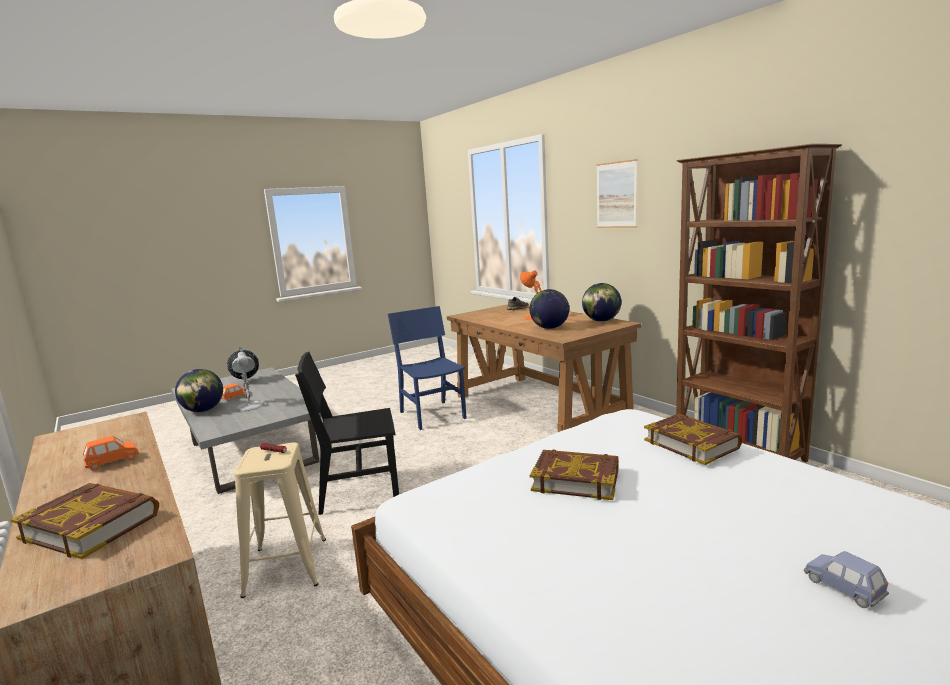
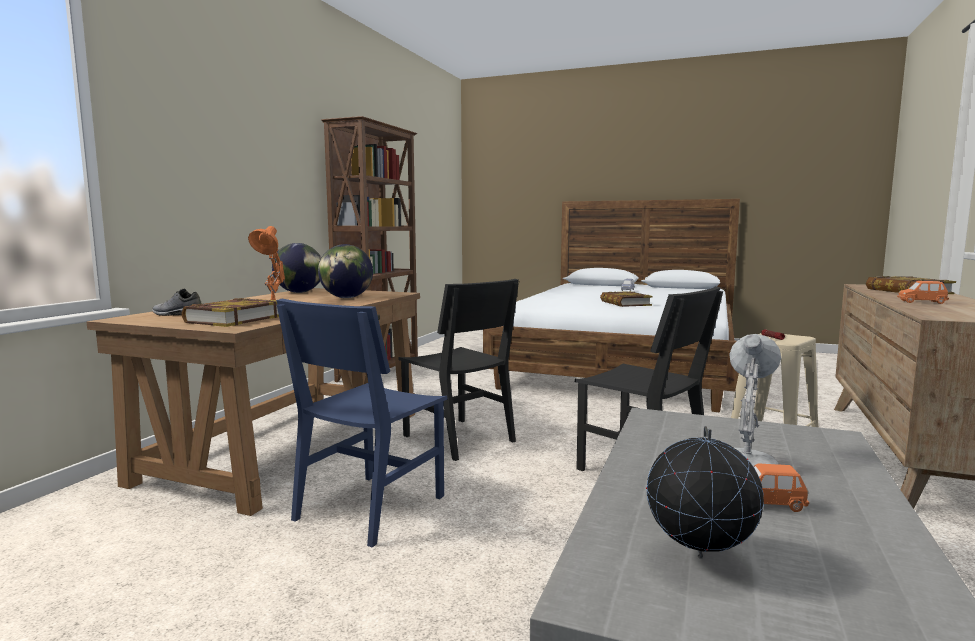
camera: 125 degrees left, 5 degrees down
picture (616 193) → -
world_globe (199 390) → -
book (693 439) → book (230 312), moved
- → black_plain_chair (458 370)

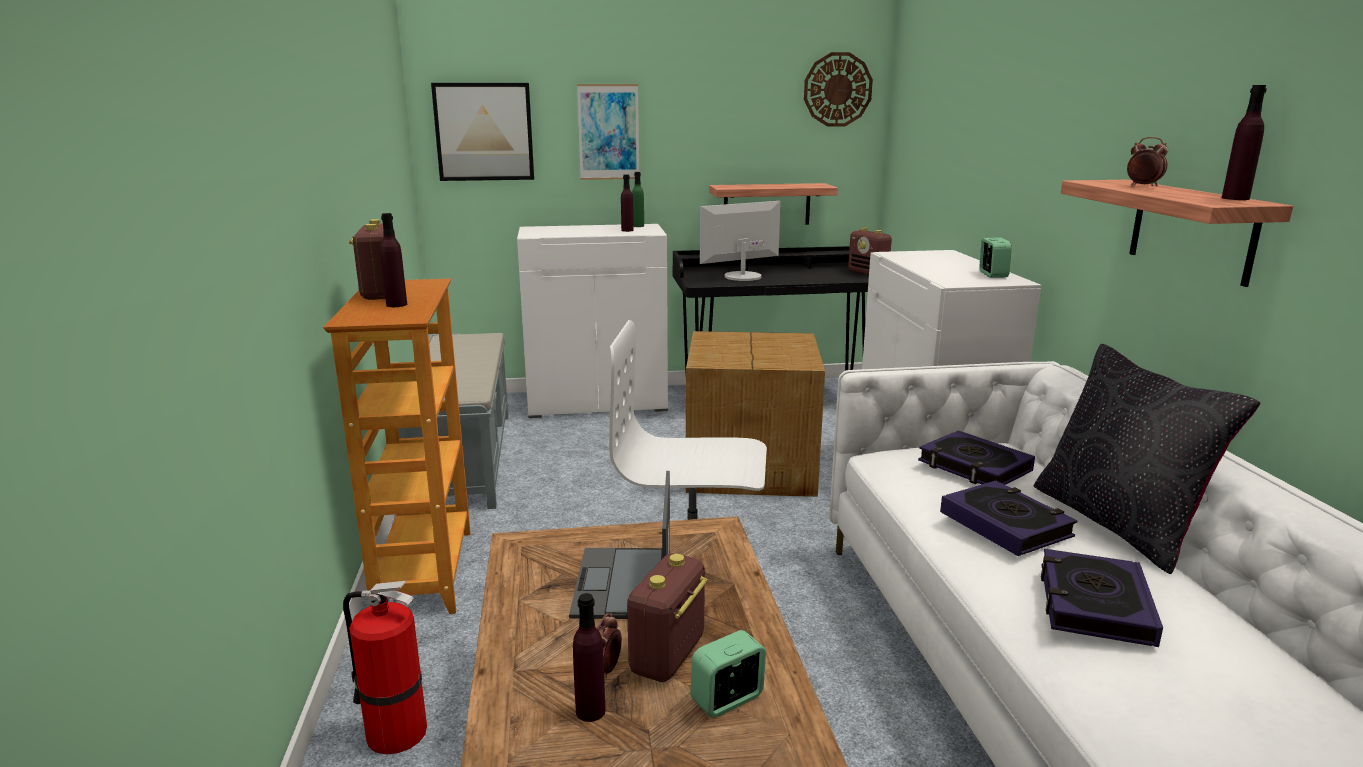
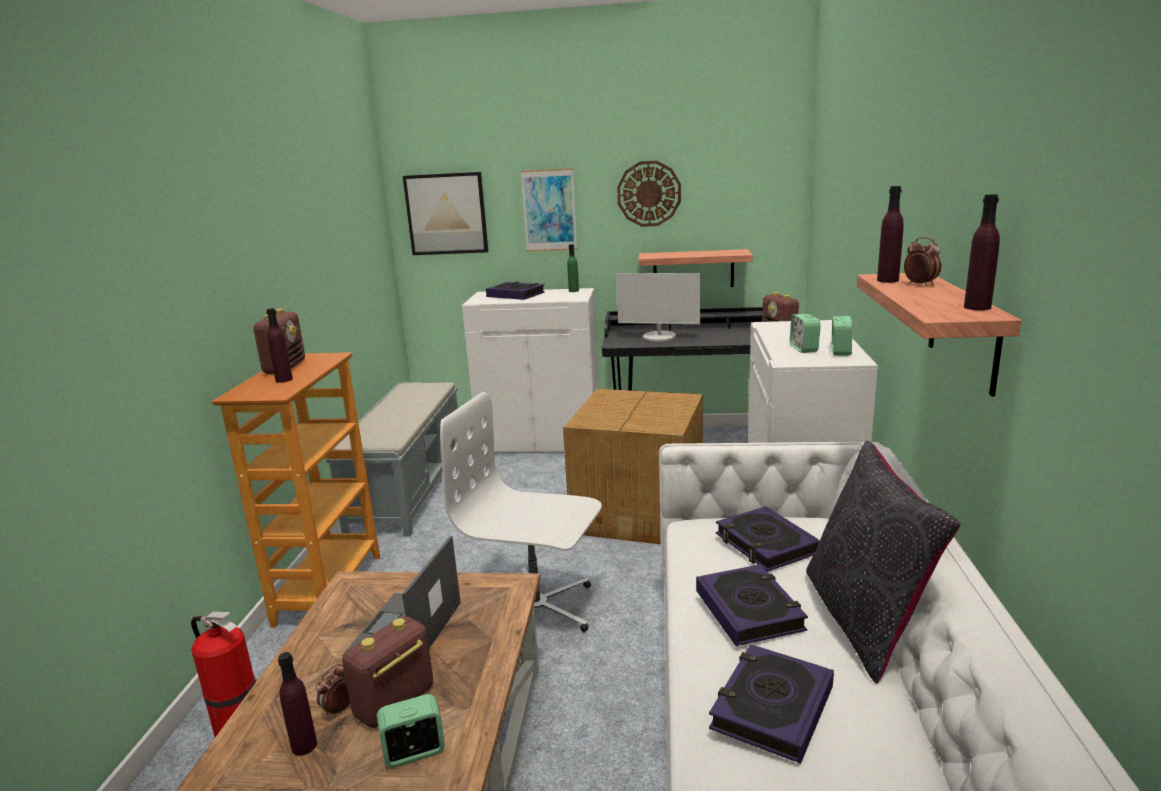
camera: 15 degrees right, 0 degrees up
wall_clock (838 89) → wall_clock (649 194), moved
purplish_bottle (627 203) → purplish_bottle (890 234), moved
computer_screen (740 241) → computer_screen (658 307), 150 degrees counterclockwise
- → book (515 291)
- → alarm_clock (805 333)

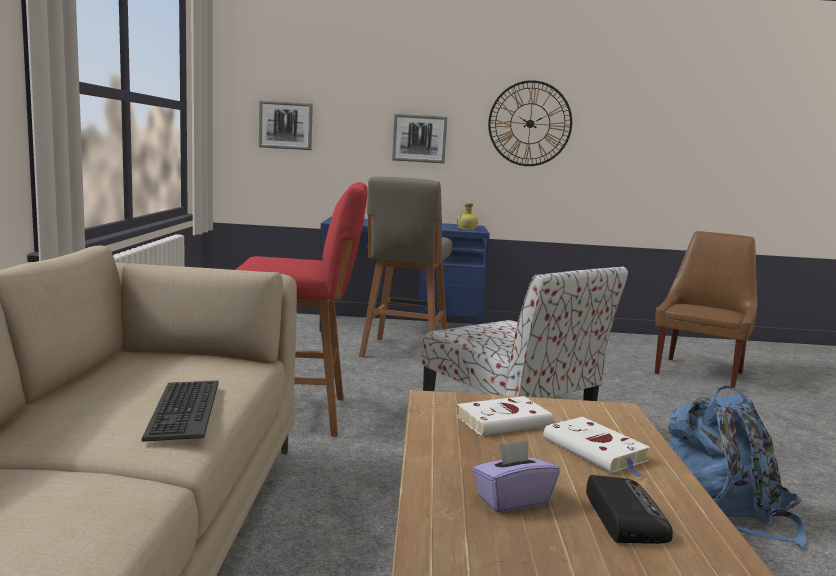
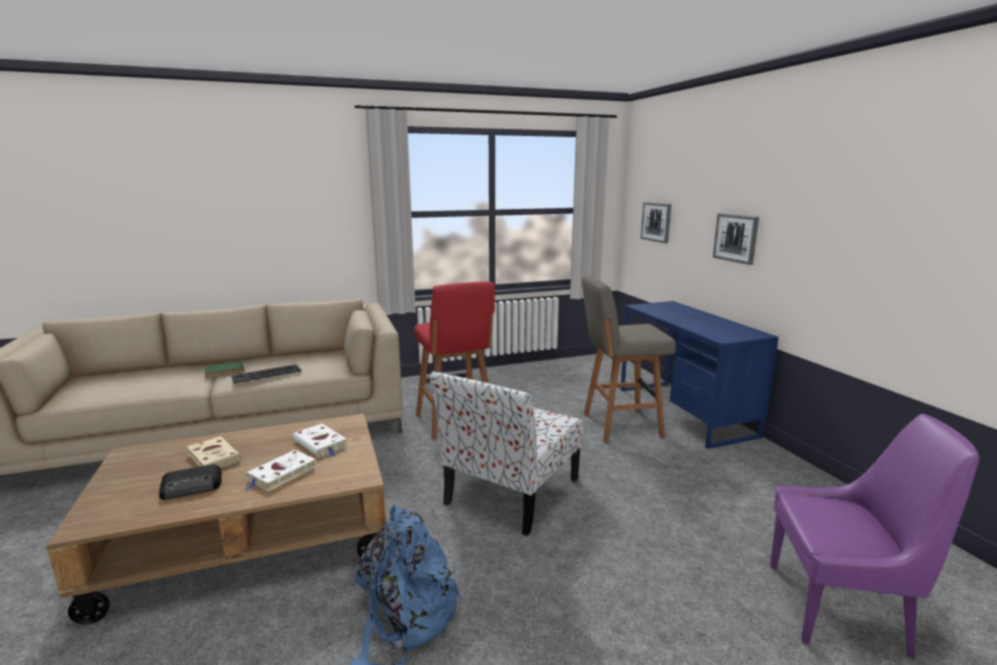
camera: 70 degrees right, 5 degrees up
wall_clock (530 123) → -
bottle (467 216) → -
brown-coloured_plain_chair (706 310) → purplish_plain_chair (874 536)
purplish_box_of_tissues (516 476) → sand-coloured_book (214 452)
- → green_book (224 369)

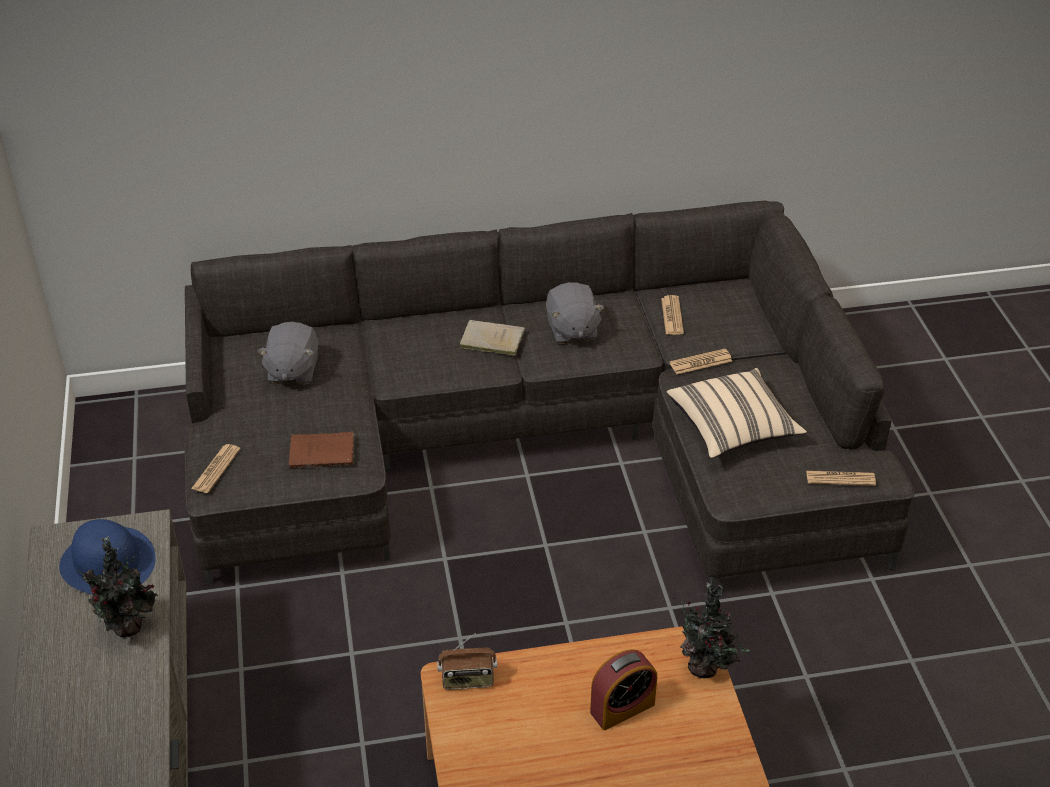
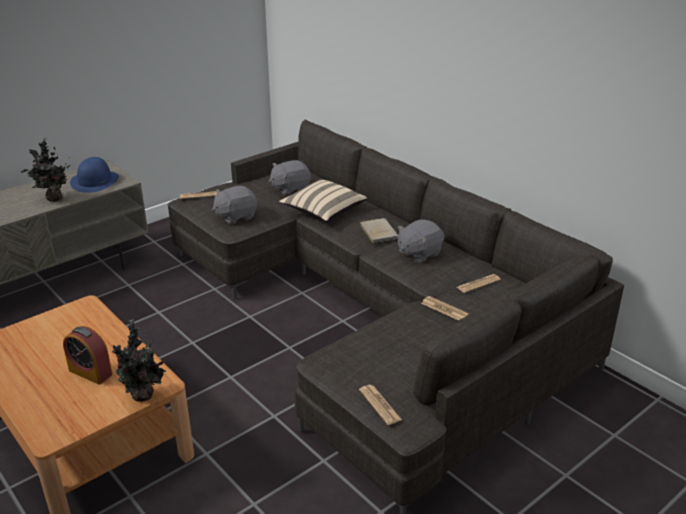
camera: 60 degrees right, 10 degrees down
sand-coloured_throw_pillow (737 413) → sand-coloured_throw_pillow (323 200), moved
brown-coloured_book (322 450) → grey_soft_toy (234 205)
radio (467 661) → -

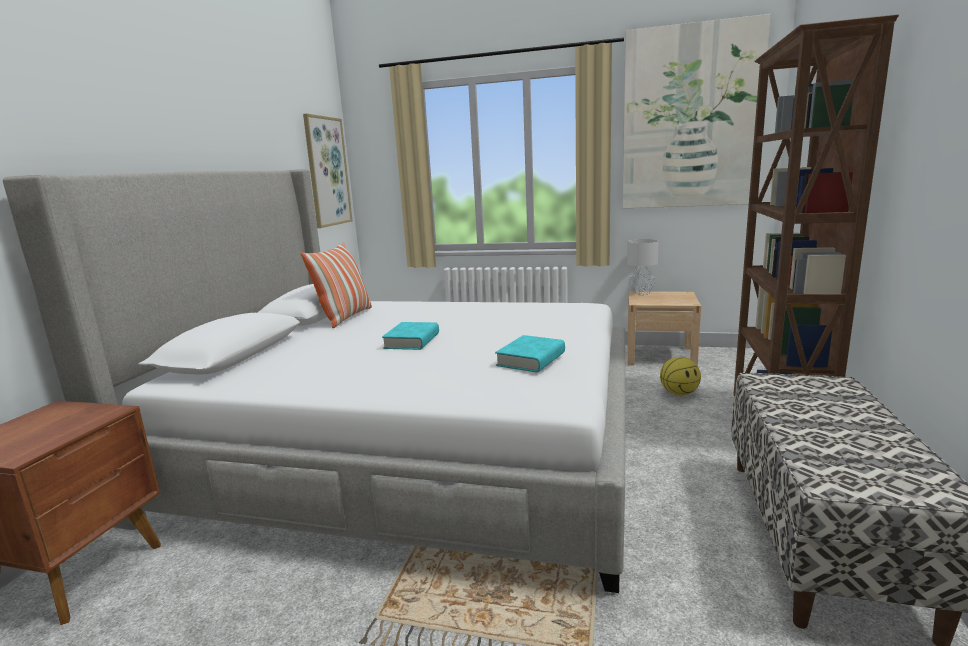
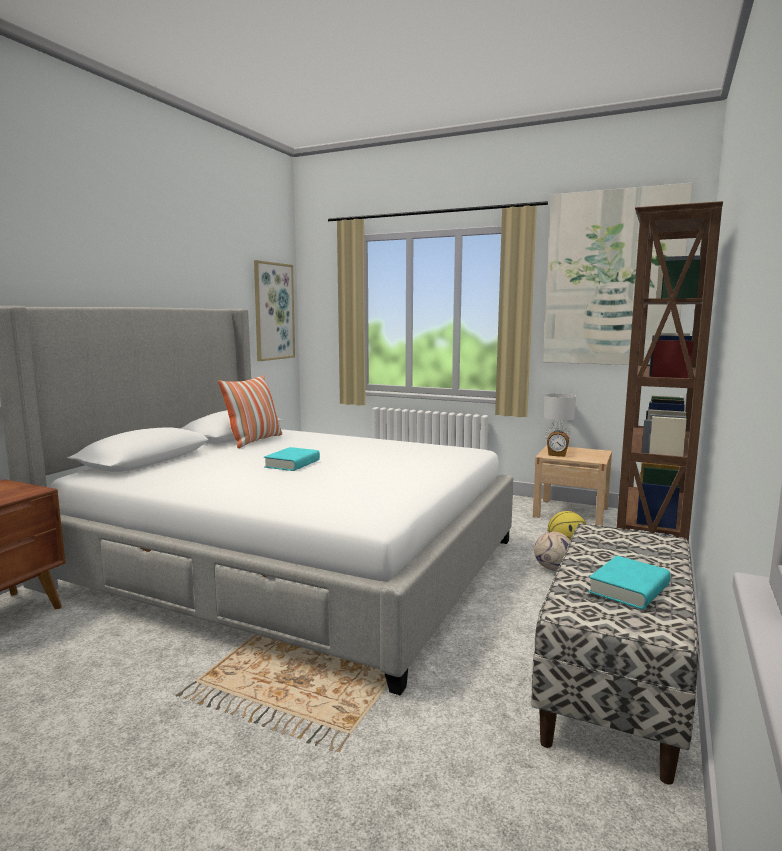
camera: 10 degrees right, 5 degrees down
turquoise_book (530 353) → turquoise_book (629 582), moved
- → alarm_clock (558 443)
- → football_ball (552 550)

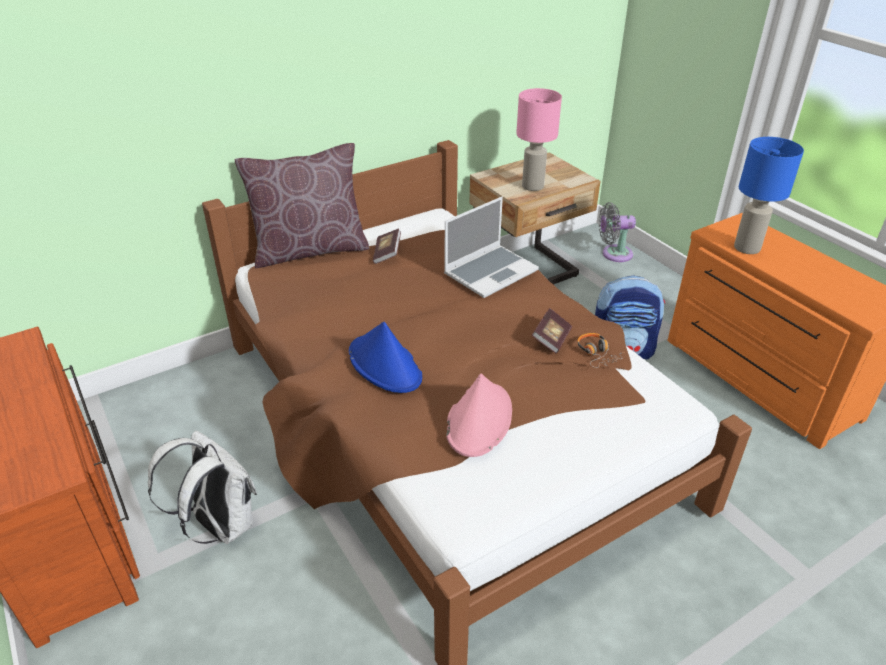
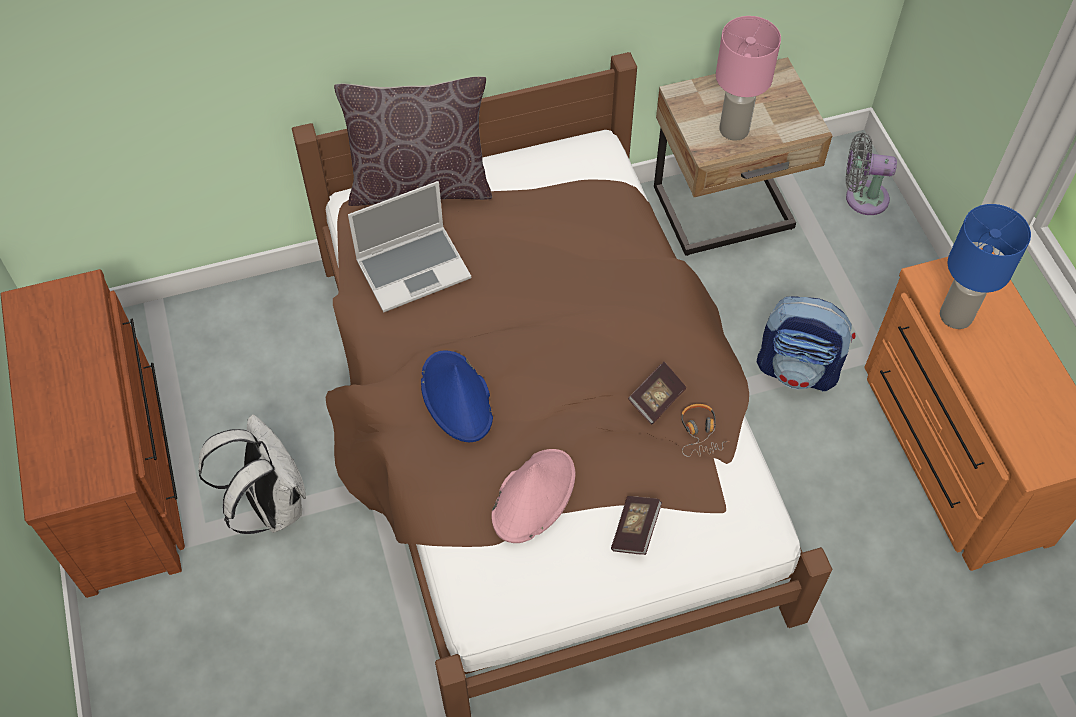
camera: 15 degrees right, 20 degrees up
portable_computer (491 247) → portable_computer (409 246), moved
book (387 246) → book (636 525), moved

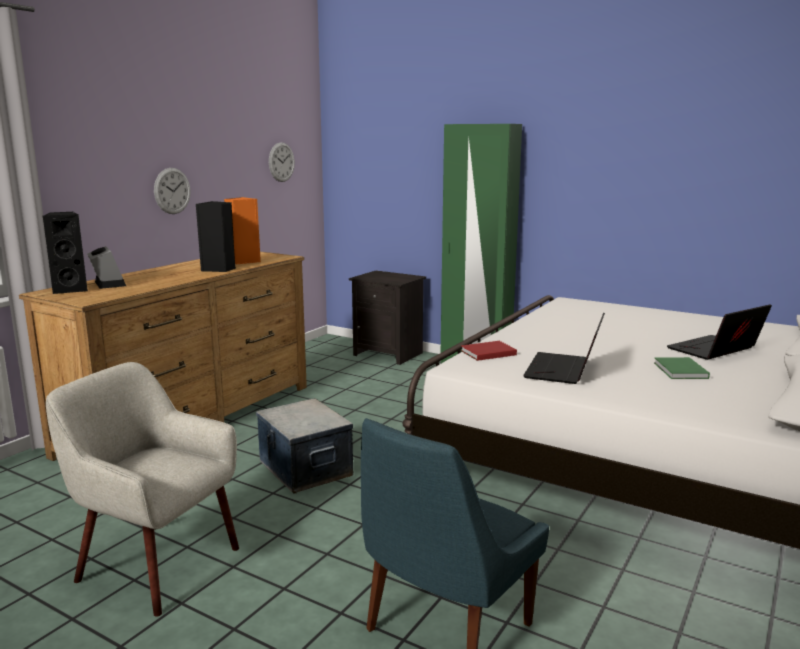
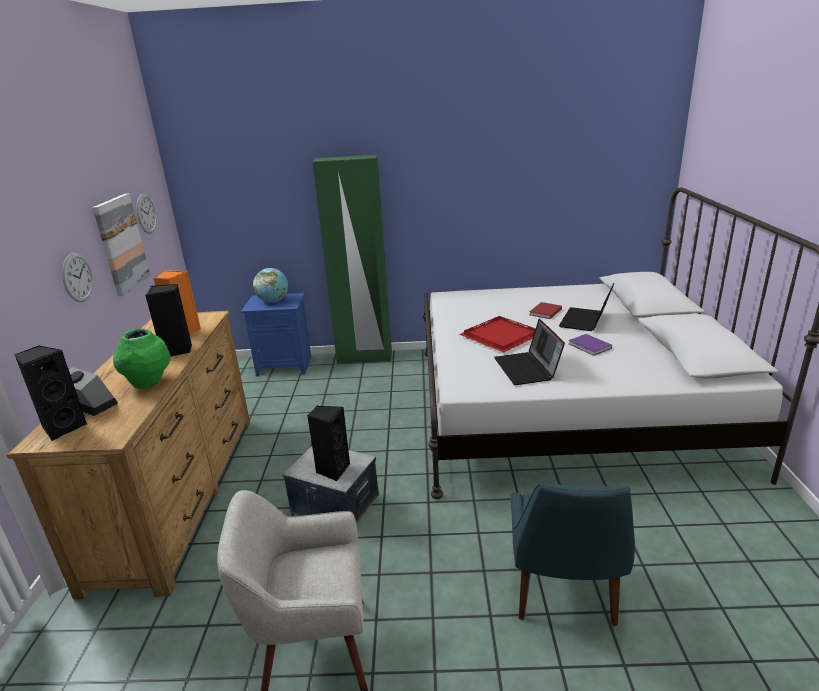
camera: 30 degrees left, 10 degrees up
black_night_table (387 318) → blue_night_table (276 334)
reddish_book (489 351) → reddish_book (545 310), moved
green_book (682 368) → purplish_book (590 345)
- → picture (121 245)
- → world_globe (270 285)
- → reddish_serving_tray (497 334)
- → green_decorative_vase (142 359)
- → black_audio_speaker (328 443)

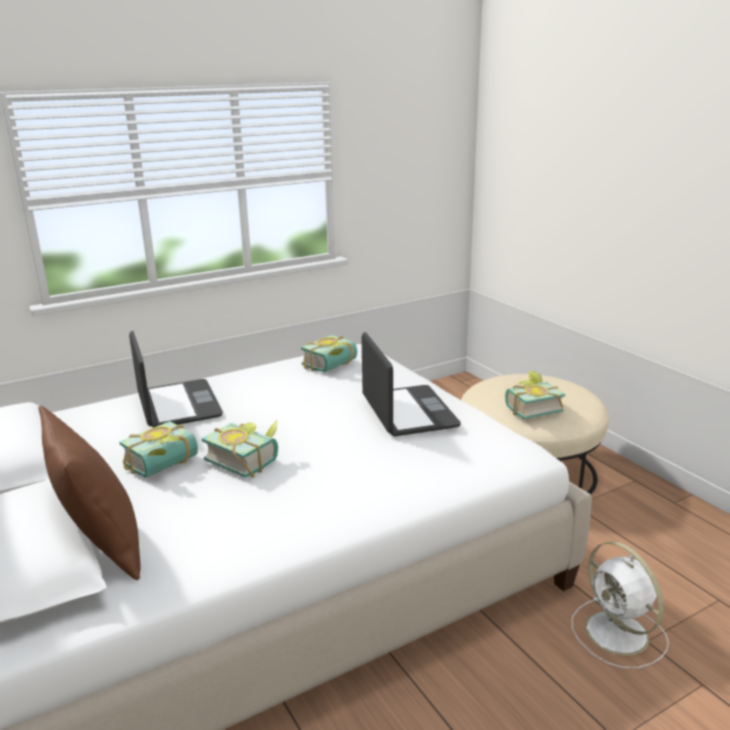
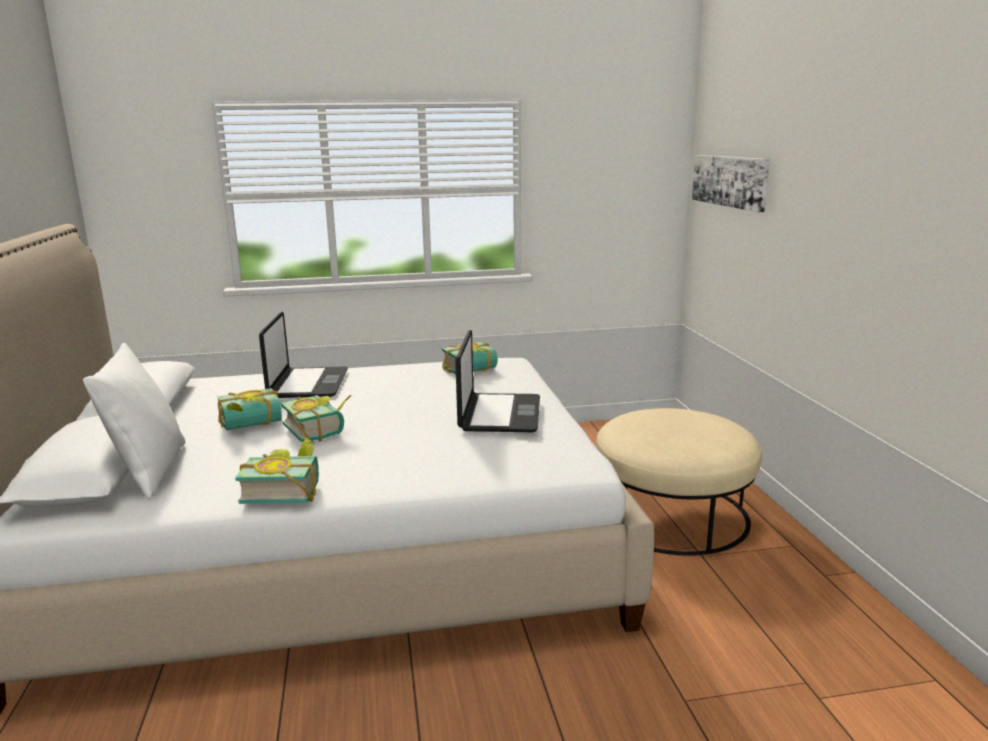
camera: 20 degrees right, 5 degrees down
book (535 395) → book (277 471), moved
brown-coloured_throw_pillow (90 493) → whitish_throw_pillow (134 421)
whitish_electric_fan (620 604) → -
- → picture (731 183)

